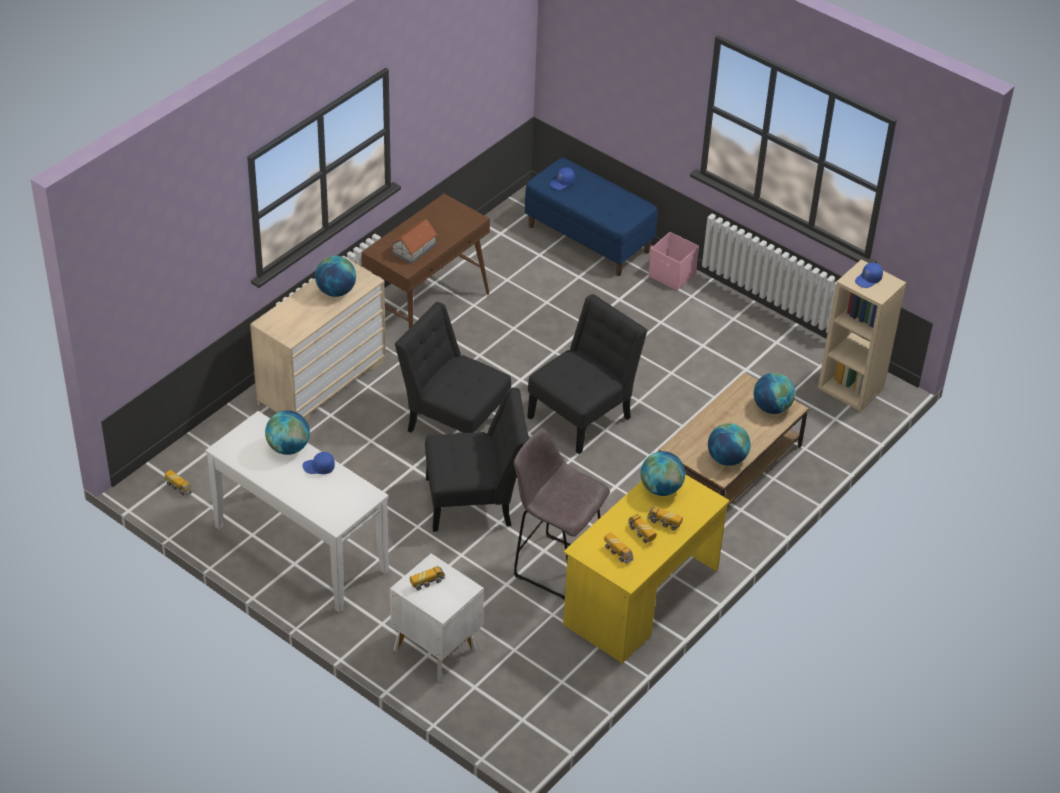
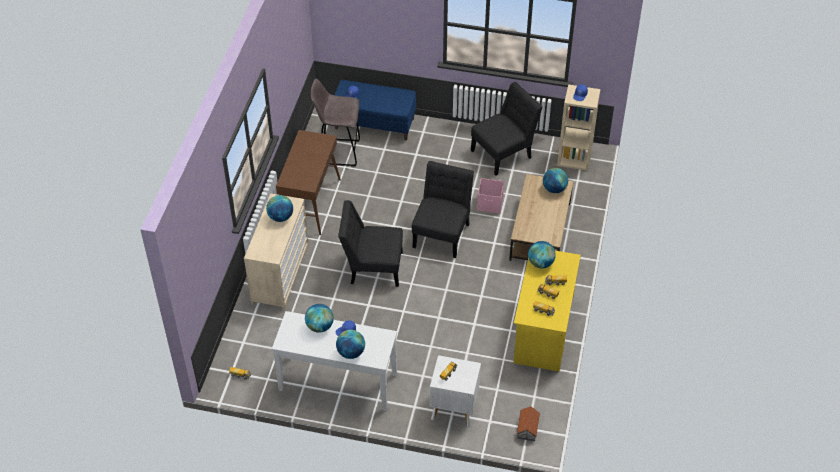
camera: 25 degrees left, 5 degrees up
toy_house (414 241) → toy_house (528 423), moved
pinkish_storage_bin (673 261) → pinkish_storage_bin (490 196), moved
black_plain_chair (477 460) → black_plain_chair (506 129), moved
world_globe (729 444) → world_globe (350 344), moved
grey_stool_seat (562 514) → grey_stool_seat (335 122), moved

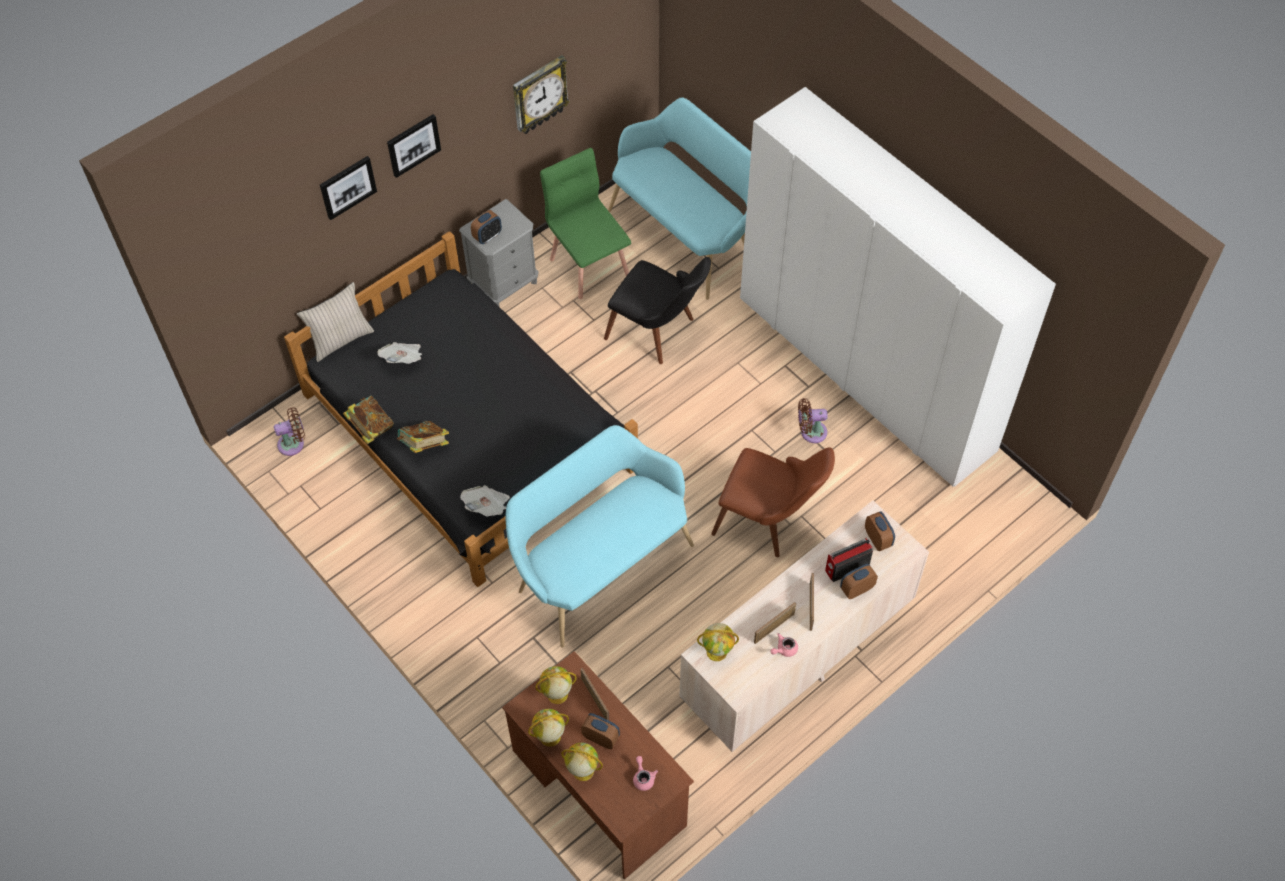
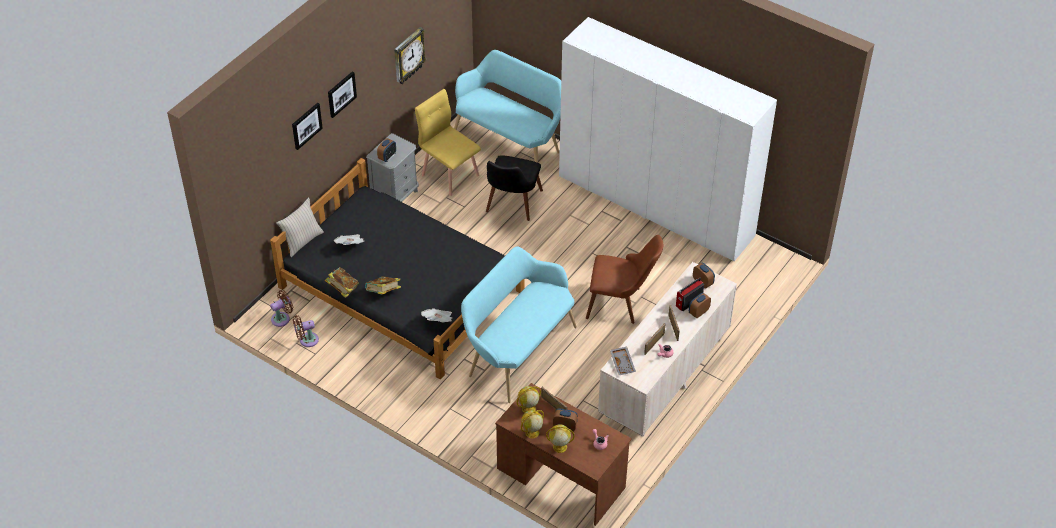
camera: 15 degrees left, 10 degrees down
green_plain_chair (585 223) → yellow_plain_chair (448 142)
black_plain_chair (657 310) → black_plain_chair (514 188), 90 degrees clockwise
brown-coloured_electric_fan (813 420) → brown-coloured_electric_fan (306 331), moved
world_globe (718 642) → grey_serving_tray (623 360)

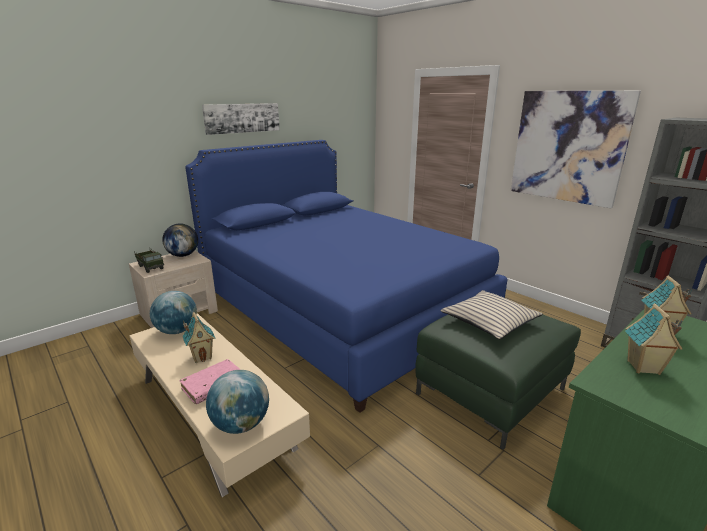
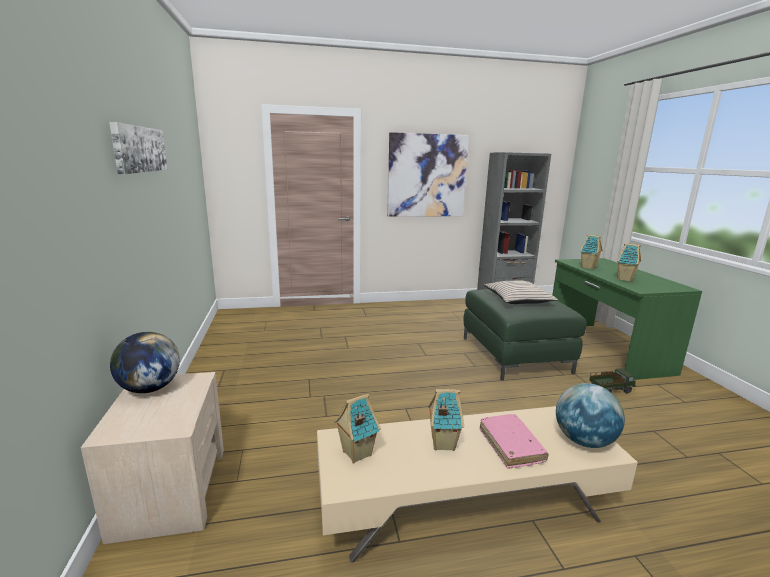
camera: 60 degrees left, 5 degrees down
blue_bed (346 276) → -
model_truck (149 261) → model_truck (612 381), moved
world_globe (173 312) → toy_house (357 429)

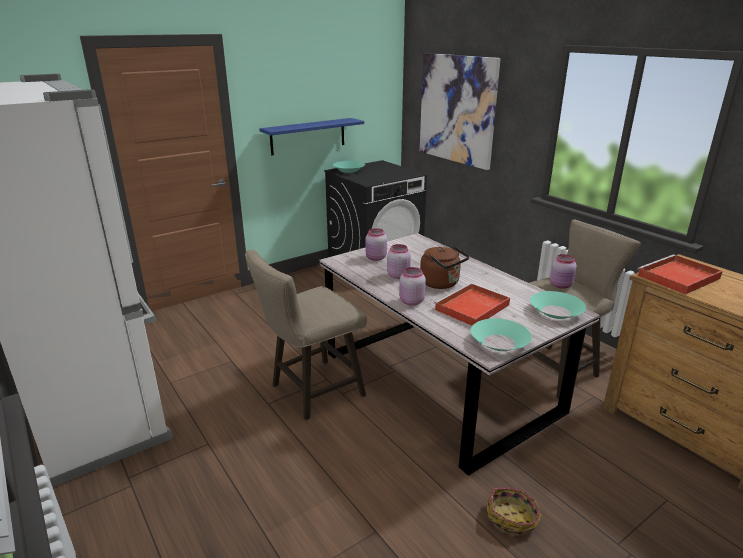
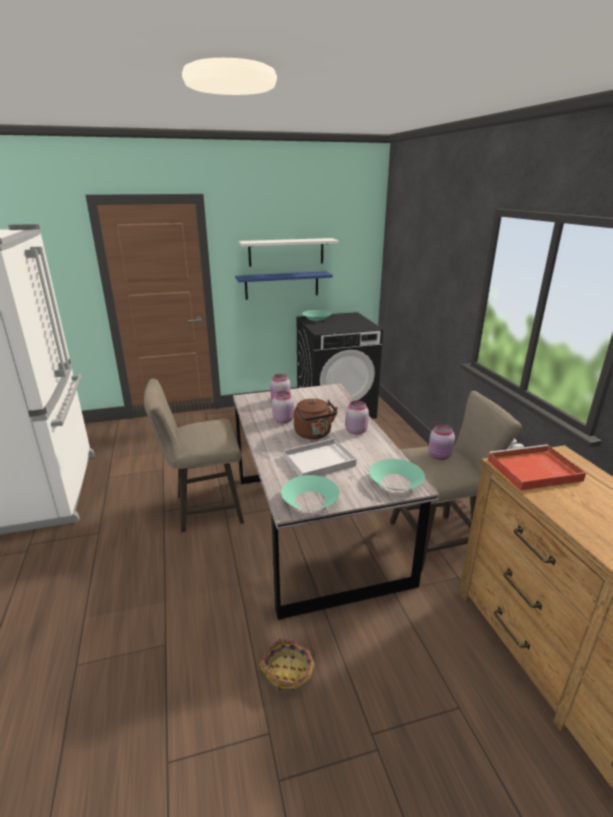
camera: 20 degrees right, 0 degrees up
picture (460 111) → -
pinkish_storage_jar (412 286) → pinkish_storage_jar (357 417), moved
reddish_serving_tray (472 304) → whitish_serving_tray (320 457)
- → whitish_wall_shelf (289 252)

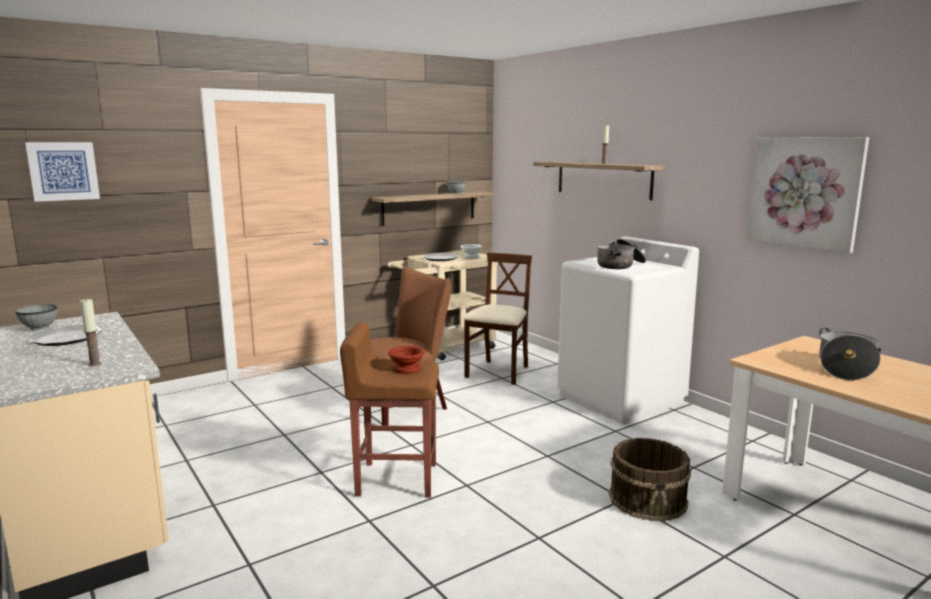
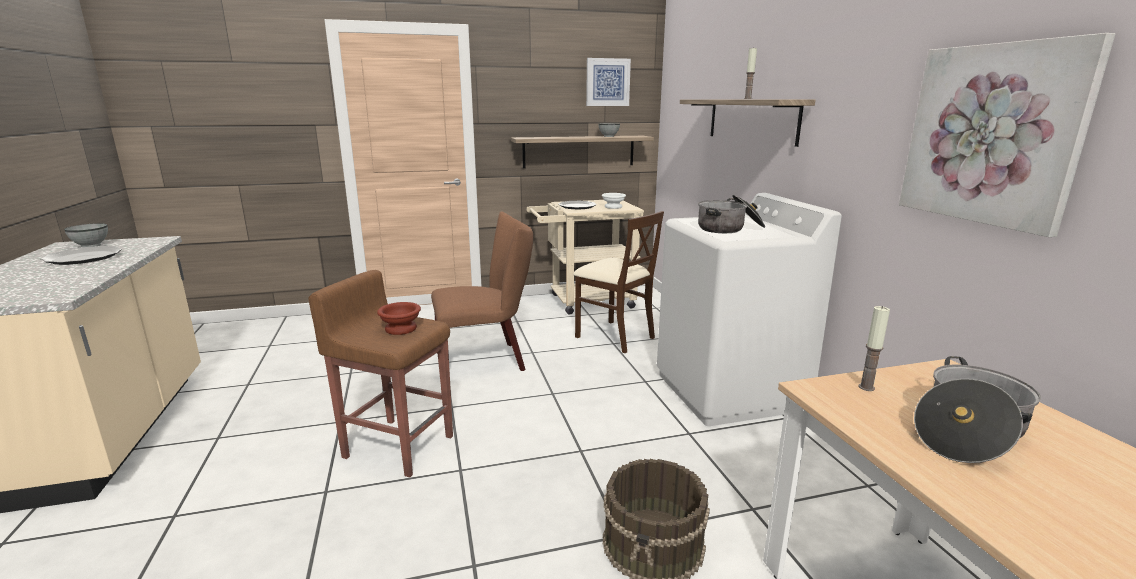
camera: 20 degrees right, 5 degrees up
picture (62 172) → picture (608 82), moved
sand-coloured_plain_chair (497 319) → sand-coloured_plain_chair (618 282), 90 degrees clockwise
wax_candle (91 332) → wax_candle (874 348), moved

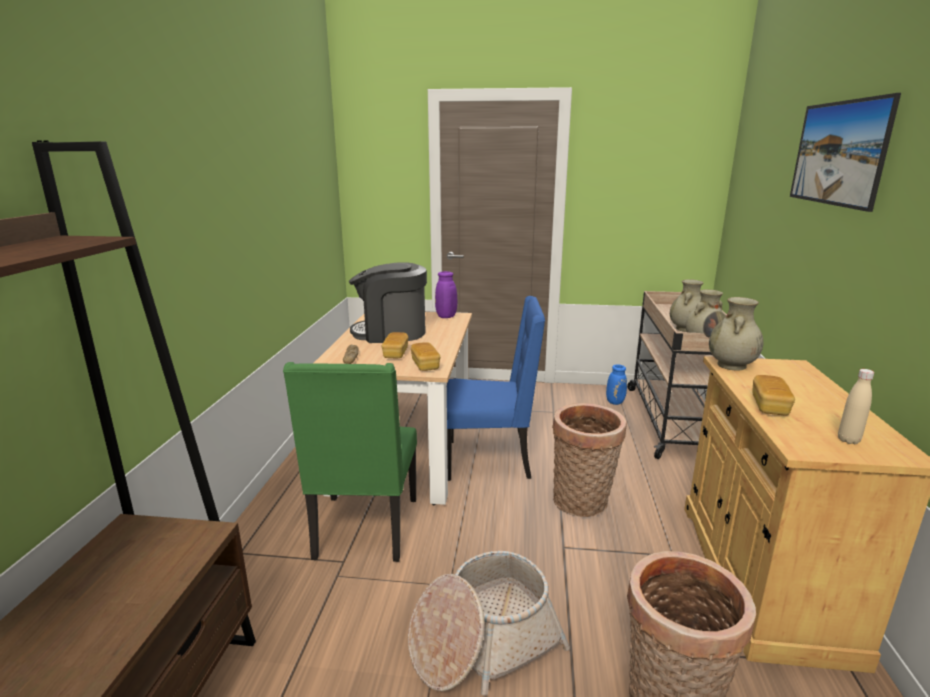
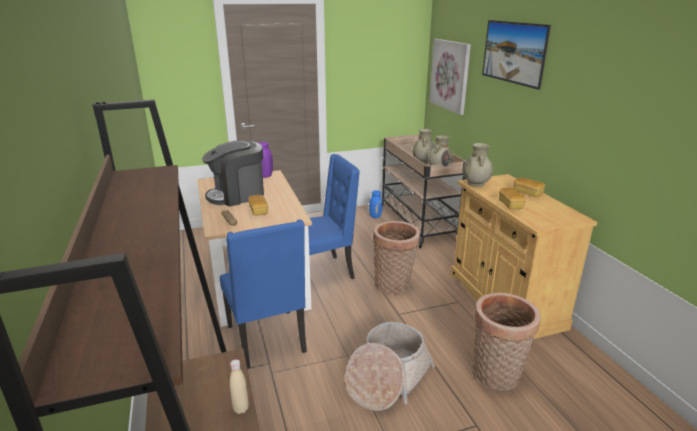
camera: 25 degrees left, 5 degrees up
baked_bread (425 356) → baked_bread (529 187), moved
green_plain_chair (350 462) → blue_plain_chair (263 294)
sand-coloured_bottle (856 406) → sand-coloured_bottle (239 386), moved
- → picture (450 77)

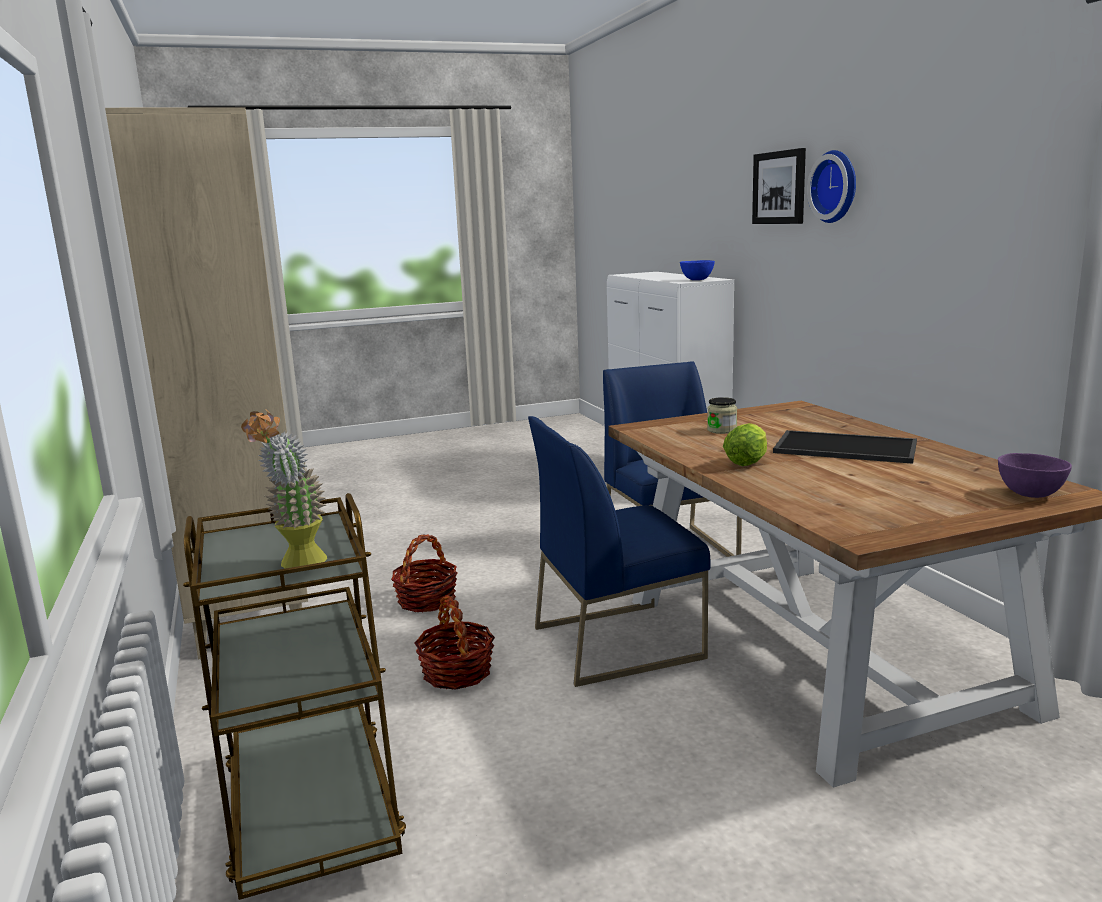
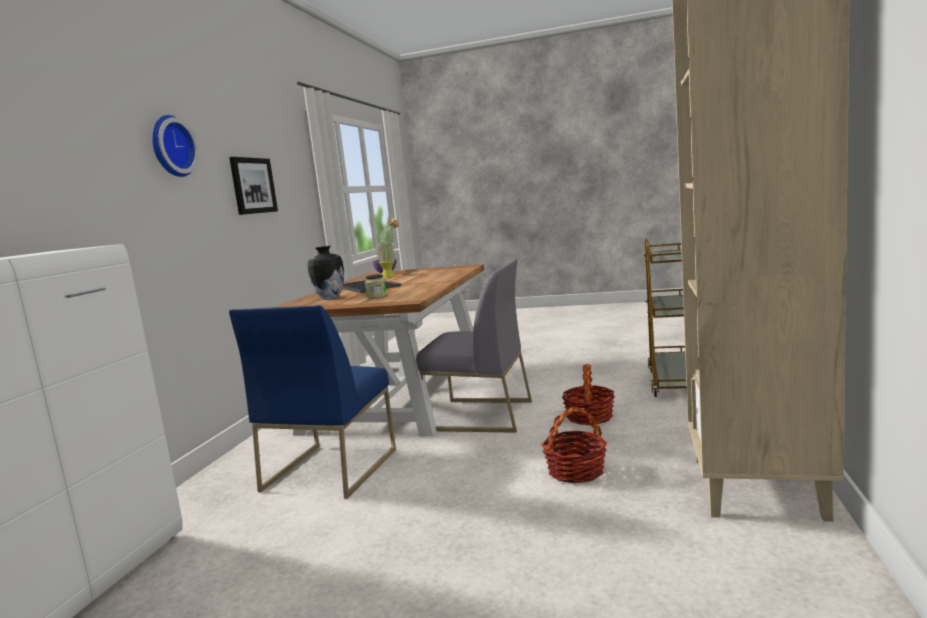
camera: 145 degrees left, 5 degrees down
picture (779 186) → picture (253 186), moved
blue_serving_bowl (697 270) → -
plant_in_a_pot (284 488) → plant_in_a_pot (387 247), moved
blue_plain_chair (619 551) → grey_plain_chair (474 346)
lettuce_head (745 444) → -
- → decorative_vase (326 273)

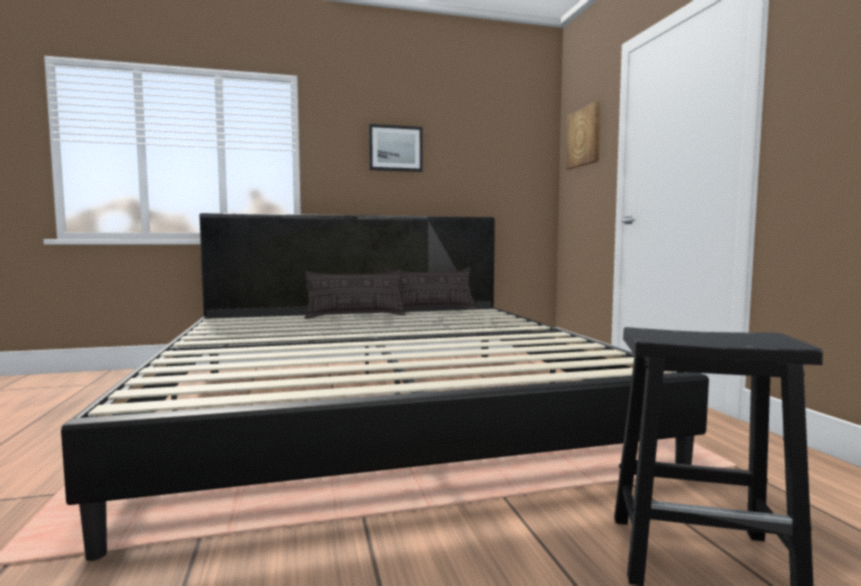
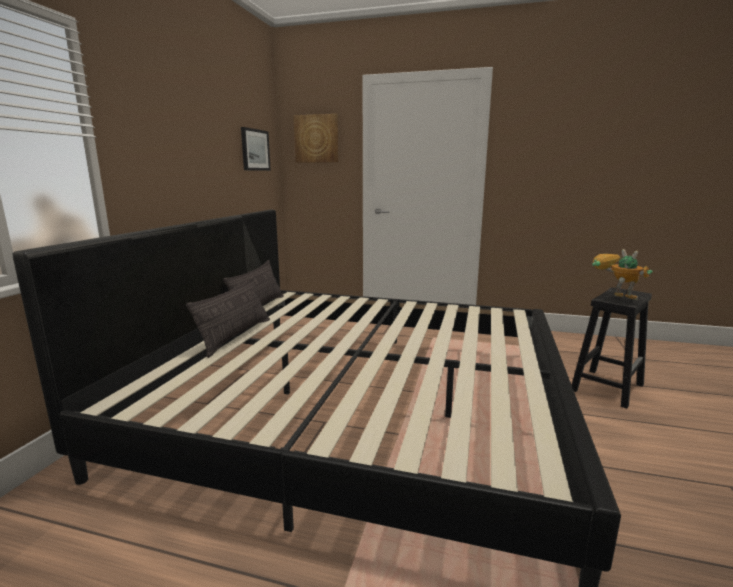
camera: 60 degrees left, 10 degrees up
picture (396 148) → picture (256 149), moved
- → toy_robot (622 274)

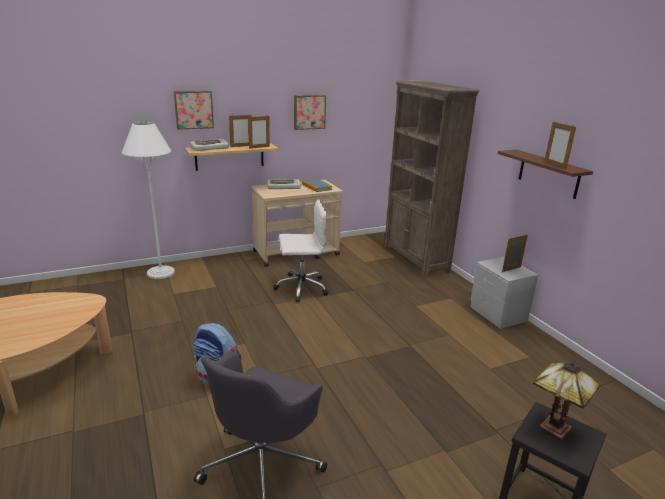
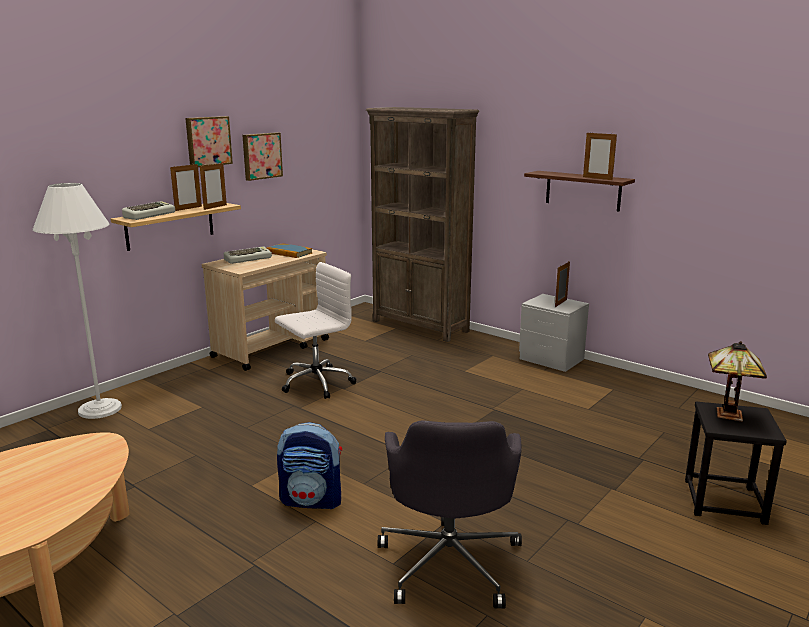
camera: 25 degrees left, 5 degrees down
picture (194 110) → picture (209 141), moved

